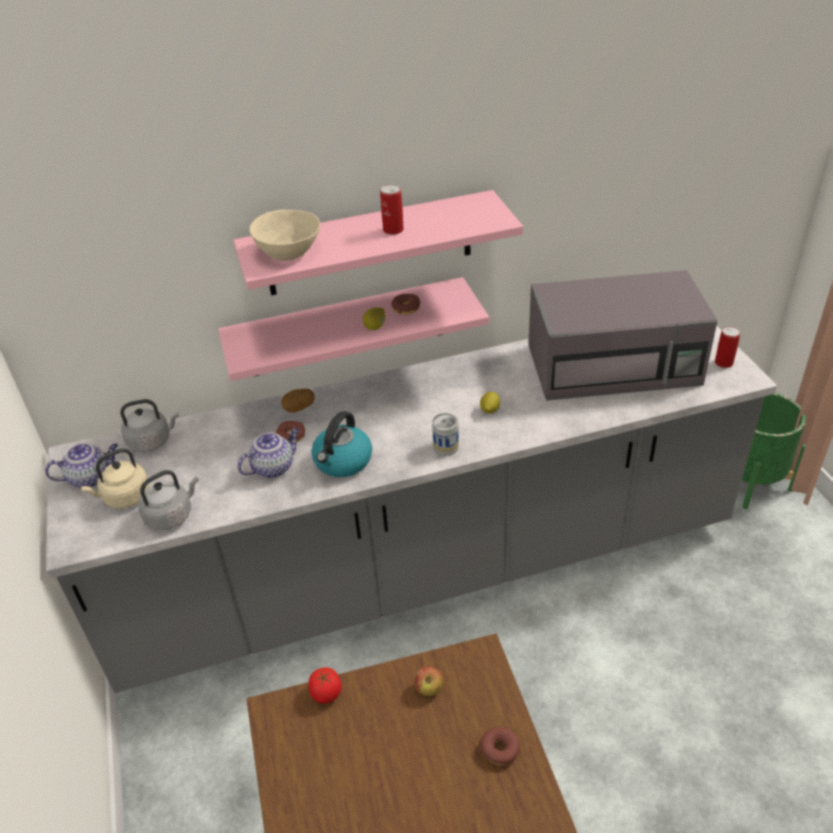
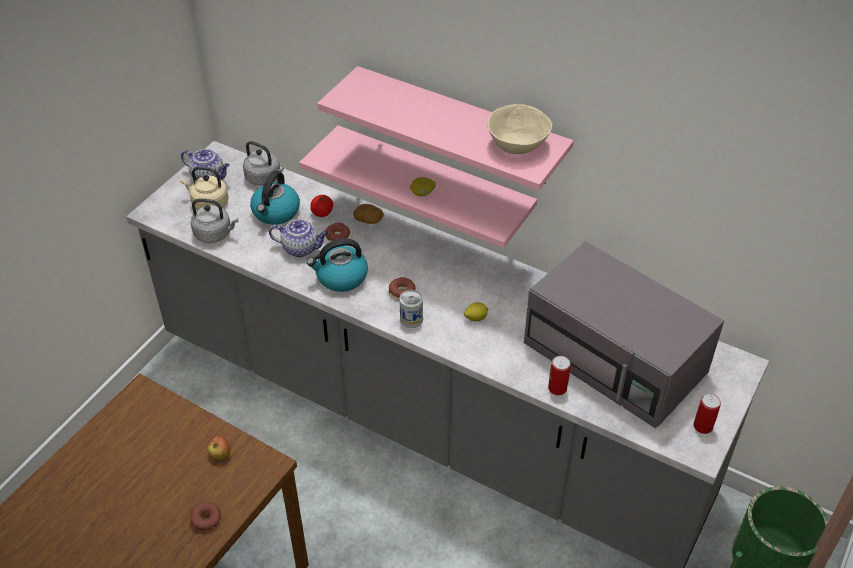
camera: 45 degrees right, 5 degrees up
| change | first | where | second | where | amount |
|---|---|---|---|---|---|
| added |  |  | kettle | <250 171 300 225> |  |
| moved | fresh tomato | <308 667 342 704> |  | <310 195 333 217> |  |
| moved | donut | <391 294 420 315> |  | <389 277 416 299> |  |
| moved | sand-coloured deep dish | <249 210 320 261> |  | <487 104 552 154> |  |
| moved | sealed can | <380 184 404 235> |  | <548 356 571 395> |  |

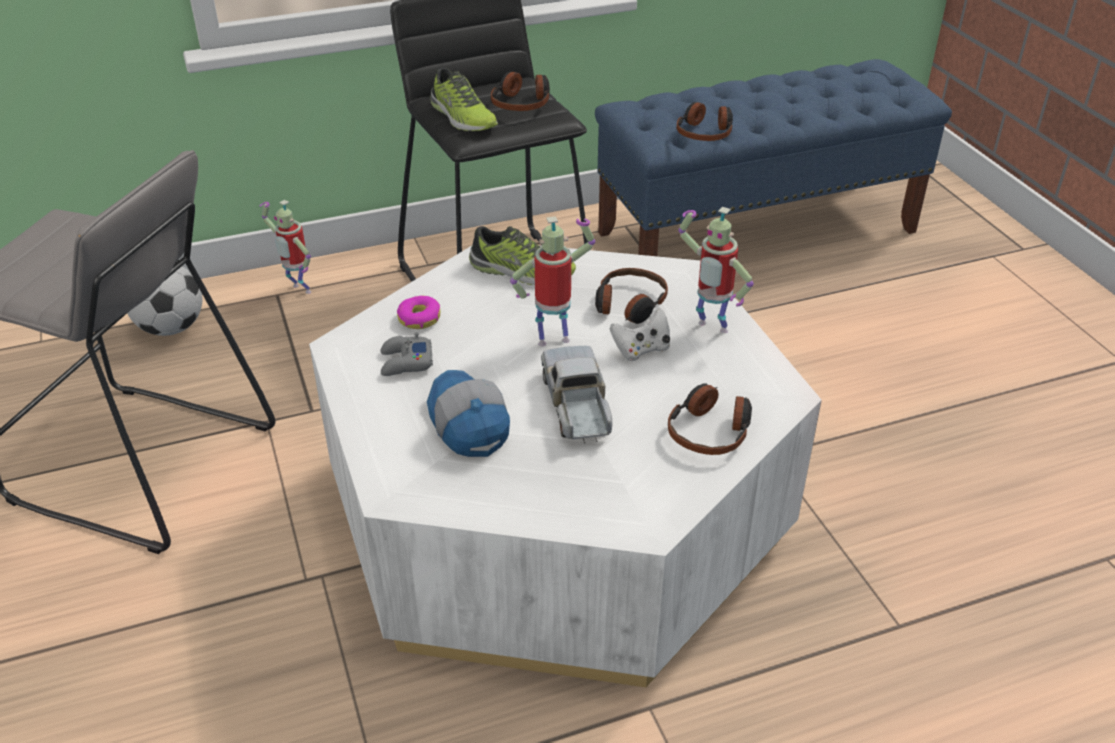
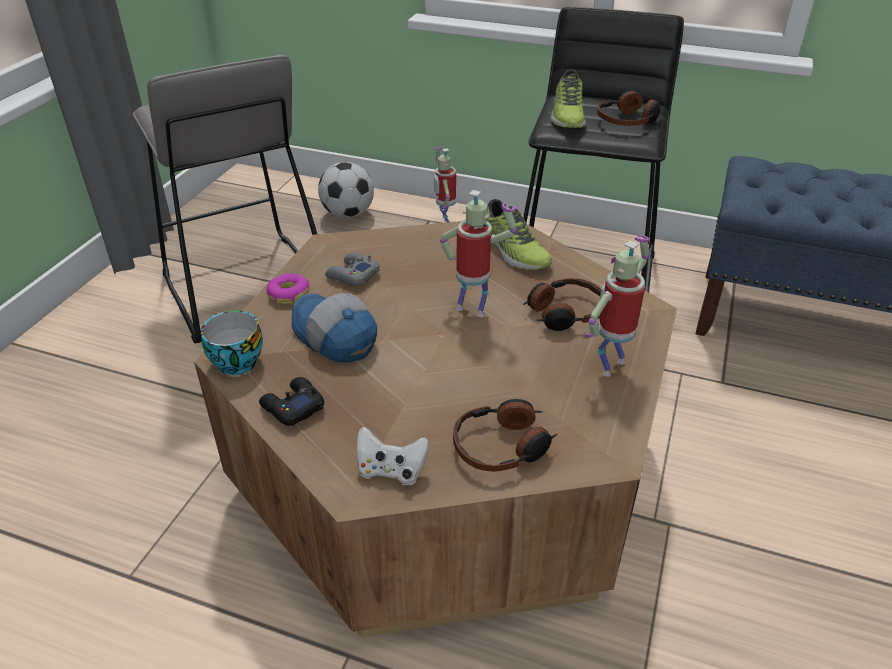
camera: 40 degrees right, 0 degrees up
| change | first | where | second | where | amount |
|---|---|---|---|---|---|
| recoloured | white-coloured low table | <309 245 822 687> | brownish low table | <194 221 677 638> |  |
| added |  |  | small cup | <201 311 263 375> |  |
| added |  |  | black joypad | <259 377 324 426> |  |
| moved | donut | <397 296 440 329> |  | <267 273 309 304> |  |
| turned | baseball cap | <427 370 510 457> |  | <292 293 377 362> | 60 degrees counterclockwise |
| moved | white-coloured joypad | <610 309 670 361> |  | <356 427 429 486> |  |
| turned | robot figure | <678 207 754 333> |  | <585 235 649 377> | 60 degrees clockwise |
| removed | model truck | <541 346 612 444> |  |  |  |
| removed | headphones | <676 102 733 141> |  |  |  |

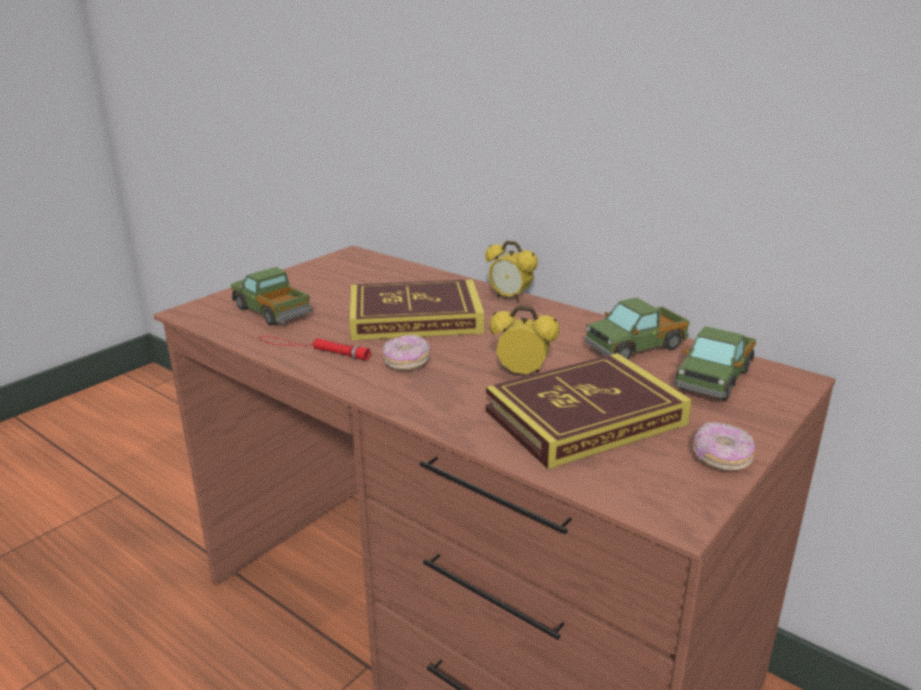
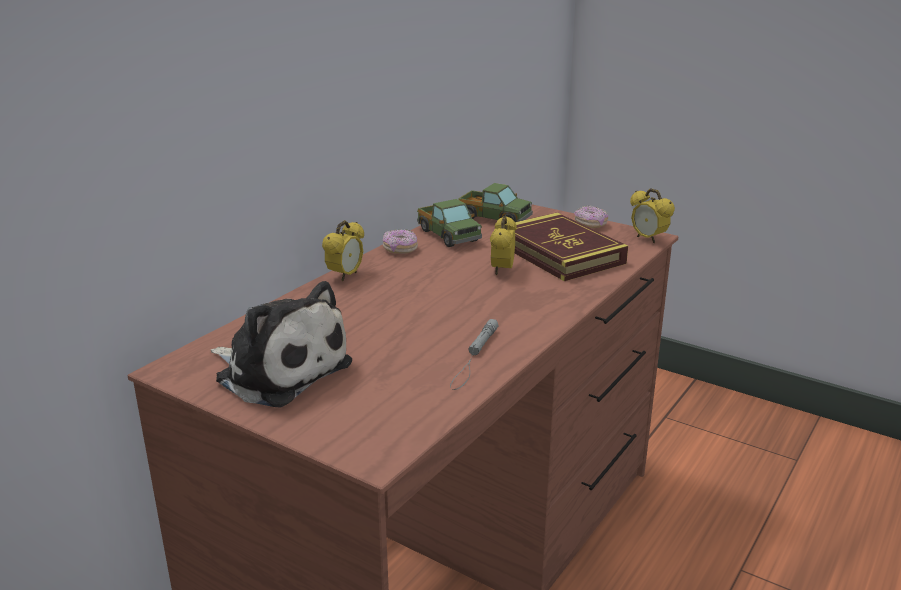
camera: 95 degrees left, 0 degrees up
| change | first | where | second | where | amount |
|---|---|---|---|---|---|
| added |  |  | plush toy | <211 281 352 408> |  |
| moved | donut | <382 335 430 371> |  | <383 229 418 254> |  |
| recoloured | red torch | <259 336 371 361> | greyish torch | <450 319 499 390> |  |
| added |  |  | table clock | <630 188 675 244> |  |
| removed | model truck | <230 267 311 326> |  |  |  |
| removed | book | <349 279 485 340> |  |  |  |

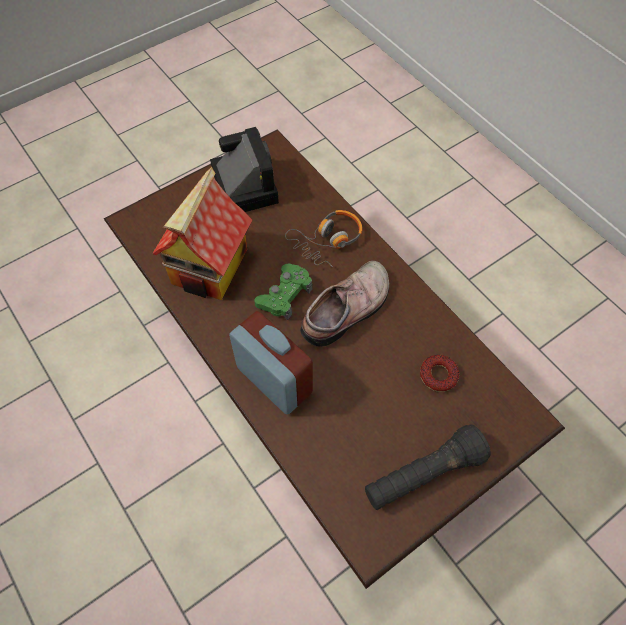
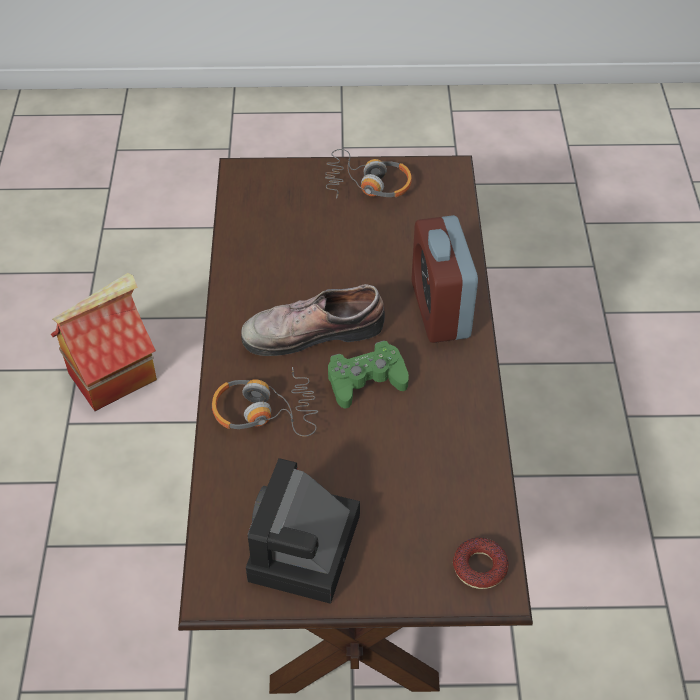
camera: 145 degrees left, 10 degrees down
| change | first | where | second | where | amount |
|---|---|---|---|---|---|
| moved | model house | <152 167 252 300> |  | <51 273 157 411> |  |
| replaced | black torch | <365 425 491 510> | headphones | <325 149 412 199> |  |
| moved | donut | <420 355 459 392> |  | <453 538 508 589> |  |

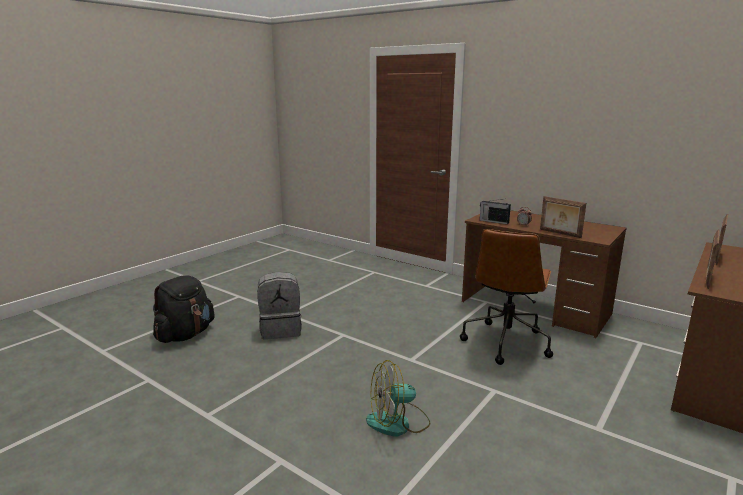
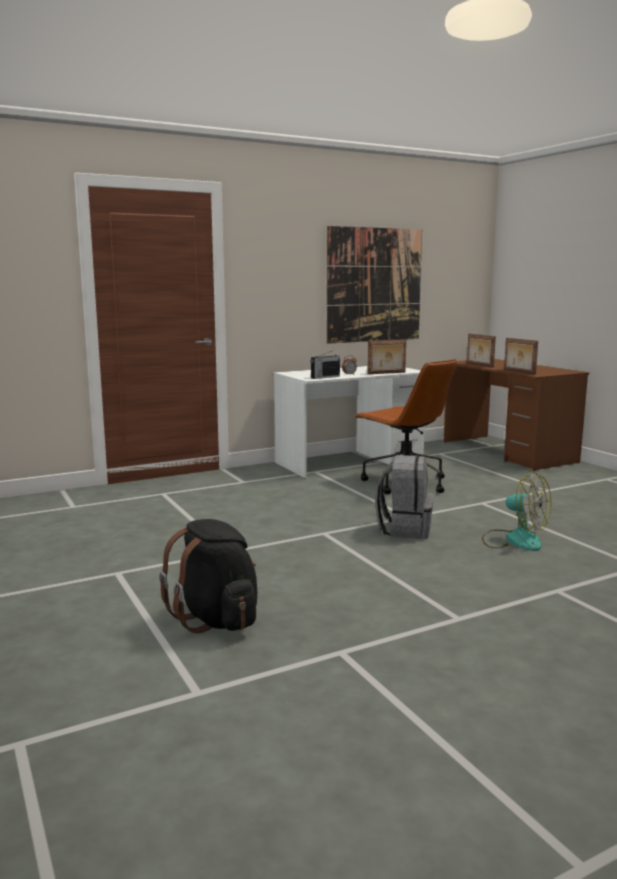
camera: 65 degrees left, 5 degrees down
| change | first | where | second | where | amount |
|---|---|---|---|---|---|
| recoloured | brownish desk unit | <462 210 627 338> | white-coloured desk unit | <273 366 425 478> |  |
| added |  |  | wall picture | <327 226 422 344> |  |
| moved | greyish backpack | <257 272 302 340> |  | <375 455 434 539> |  |
| turned | fan | <366 360 431 437> |  | <482 472 551 551> | 60 degrees counterclockwise |

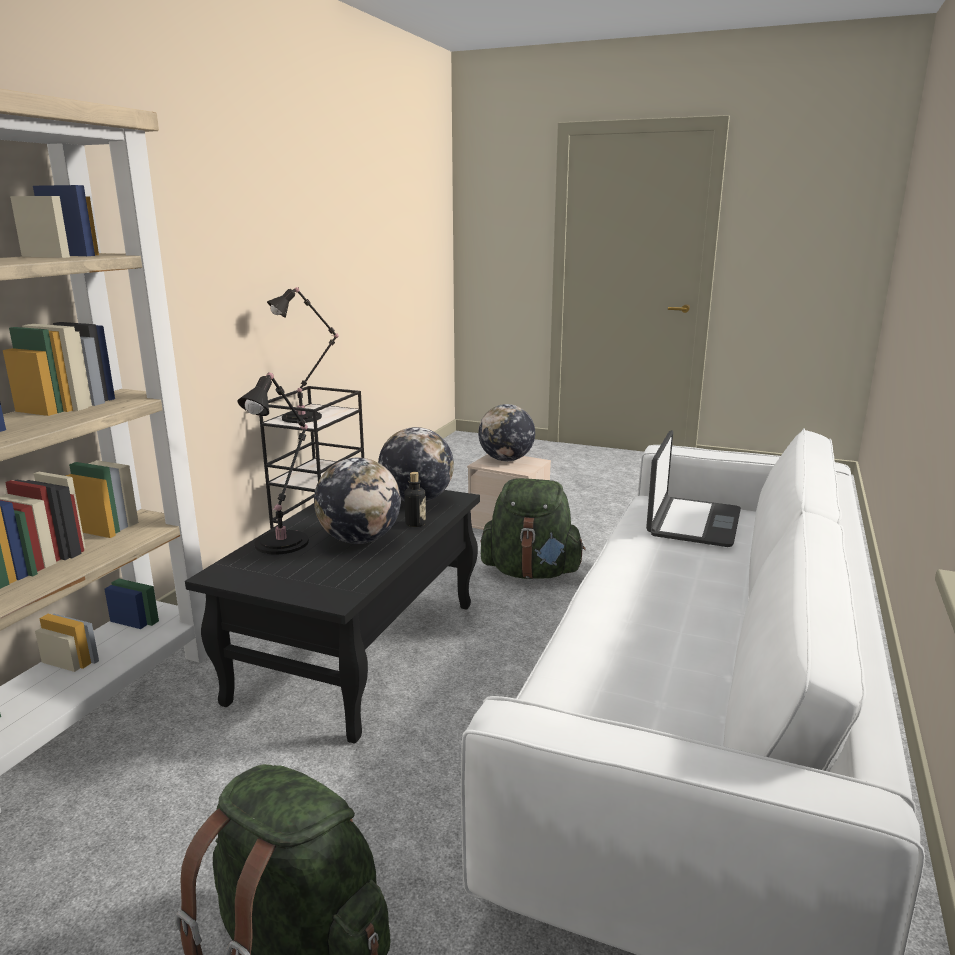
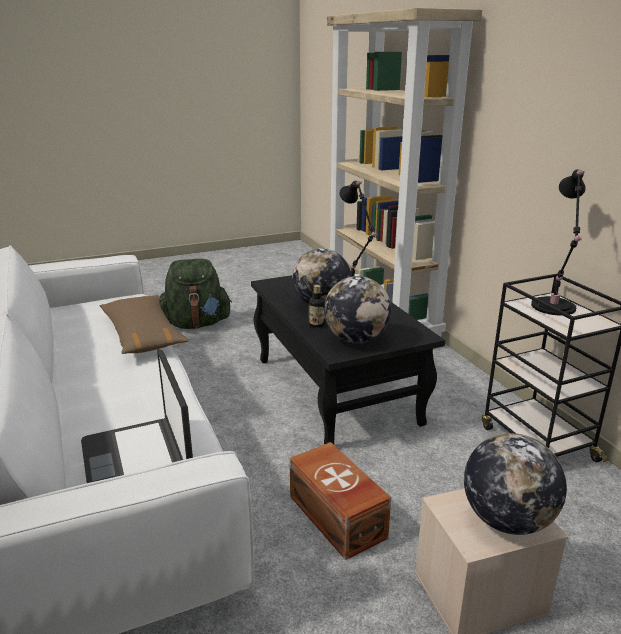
camera: 135 degrees right, 5 degrees up
| change | first | where | second | where | amount |
|---|---|---|---|---|---|
| added |  |  | brownish pillow | <100 295 189 354> |  |
| replaced | green backpack | <480 478 586 579> | brownish storage box | <290 442 391 560> |  |

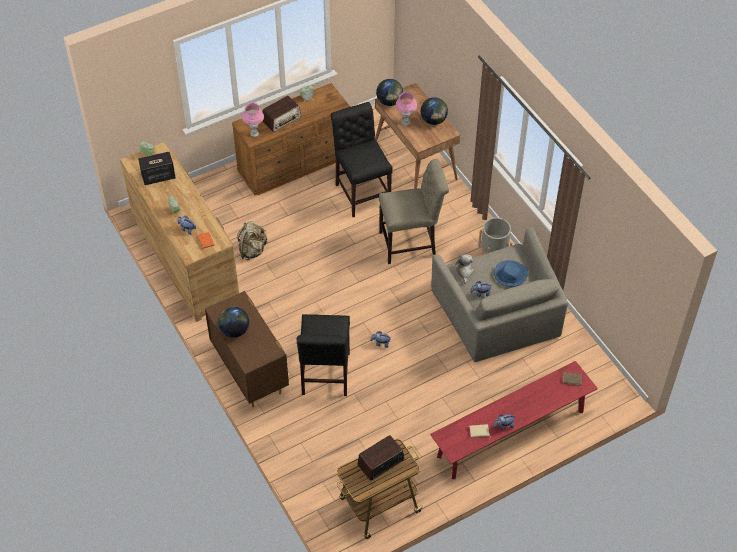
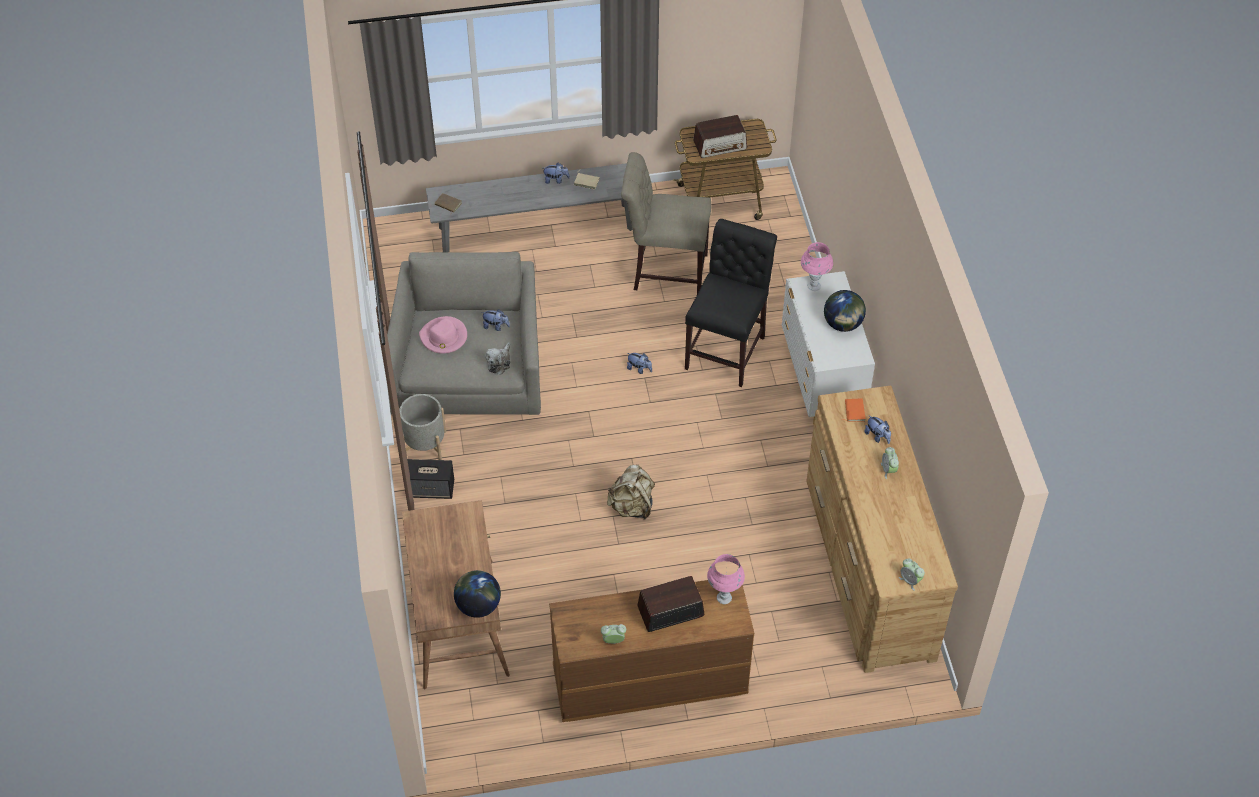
camera: 160 degrees left, 0 degrees up
| change | first | where | second | where | amount |
|---|---|---|---|---|---|
| moved | audio speaker | <138 152 176 185> |  | <407 459 454 499> |  |
| recoloured | blue-coloured wearable hat | <494 260 528 287> | pink-coloured wearable hat | <419 316 467 354> |  |
| recoloured | red long seat | <430 361 598 479> | greyish long seat | <426 163 632 252> |  |
| moved | sand-coloured backpack | <237 221 268 260> |  | <607 465 655 520> |  |
| moved | sand-coloured plain chair | <379 159 449 264> |  | <621 152 711 294> |  |
| recoloured | brownish chest of drawers | <205 291 289 407> | white-coloured chest of drawers | <782 271 875 424> |  |
| moved | pink-coloured table lamp | <396 92 417 126> |  | <801 242 833 291> |  |
| removed | black plain chair | <331 102 393 217> |  |  |  |
| removed | desk globe | <421 97 448 125> |  |  |  |

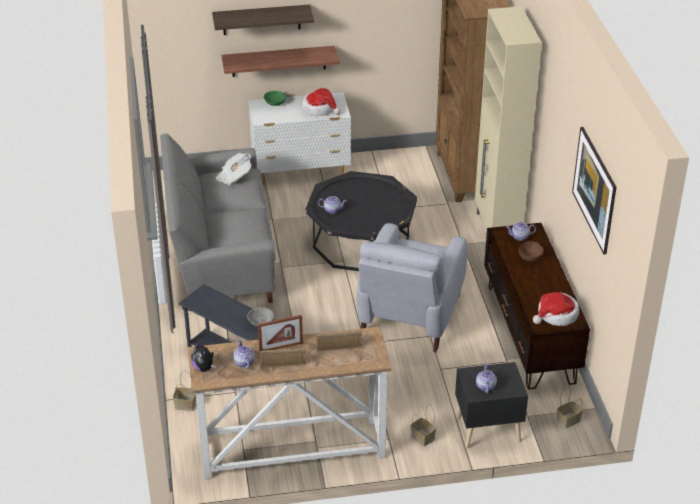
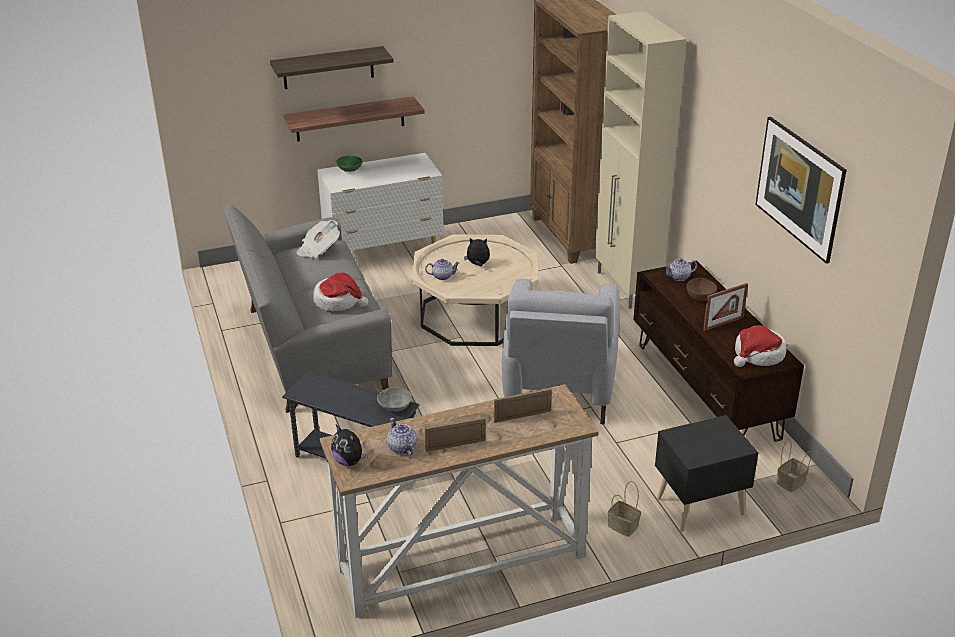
camera: 10 degrees left, 5 degrees down
| change | first | where | second | where | amount |
|---|---|---|---|---|---|
| moved | wearable hat | <302 88 341 116> |  | <313 272 368 311> |  |
| recoloured | black low table | <305 171 417 271> | sand-coloured low table | <411 235 539 346> |  |
| added |  |  | plush toy | <464 238 490 267> |  |
| moved | picture frame | <258 315 303 352> |  | <703 283 748 331> |  |
| removed | household basket | <173 370 196 411> |  |  |  |
| removed | pot for tea | <476 364 497 394> |  |  |  |

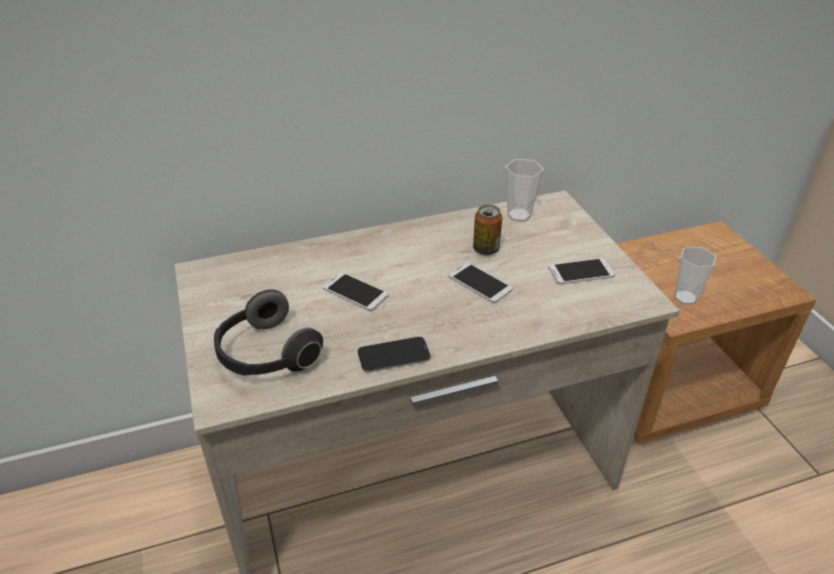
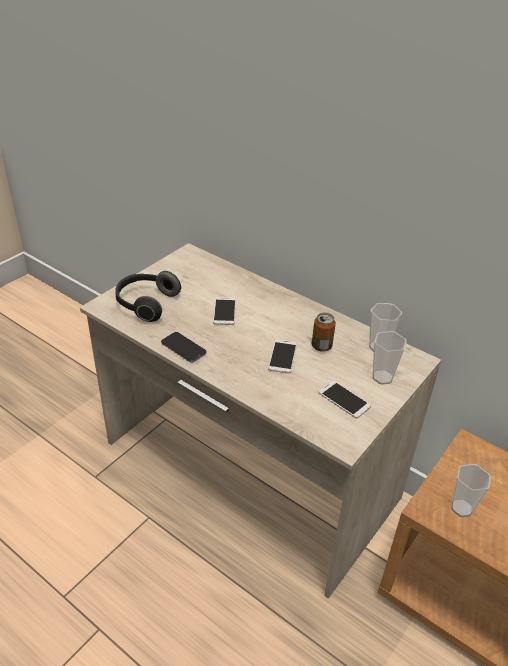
camera: 55 degrees right, 0 degrees up
| change | first | where | second | where | amount |
|---|---|---|---|---|---|
| added |  |  | small cup | <372 331 407 385> |  |

